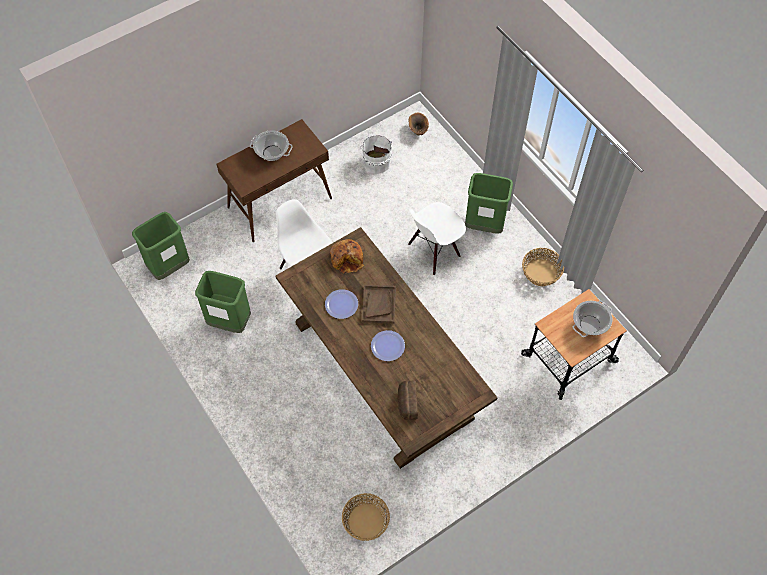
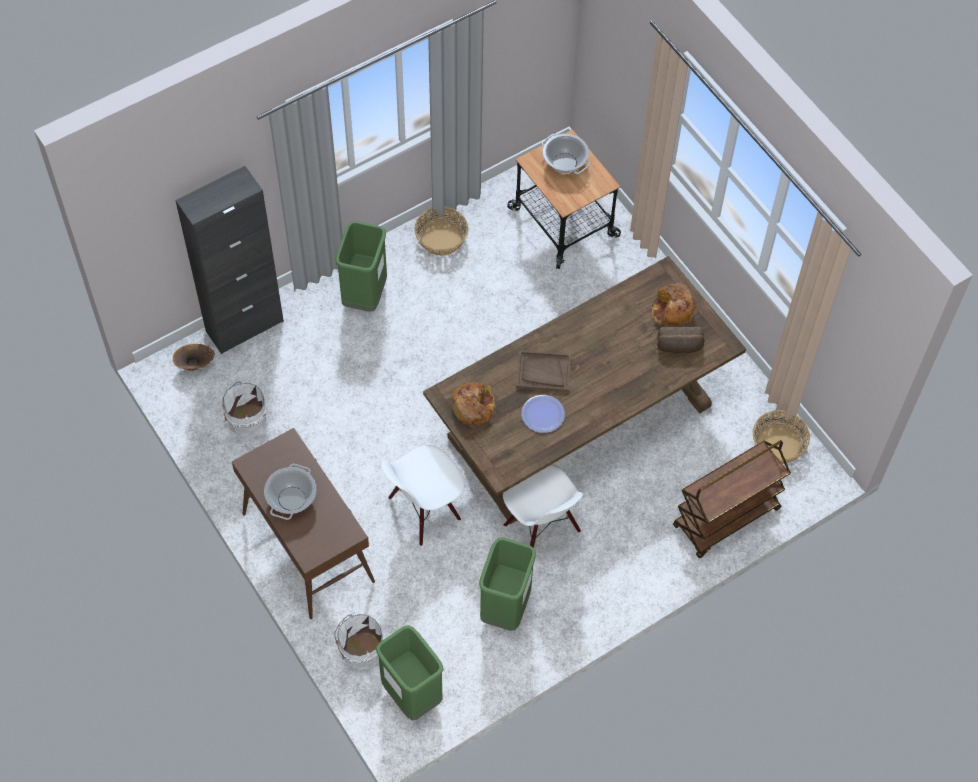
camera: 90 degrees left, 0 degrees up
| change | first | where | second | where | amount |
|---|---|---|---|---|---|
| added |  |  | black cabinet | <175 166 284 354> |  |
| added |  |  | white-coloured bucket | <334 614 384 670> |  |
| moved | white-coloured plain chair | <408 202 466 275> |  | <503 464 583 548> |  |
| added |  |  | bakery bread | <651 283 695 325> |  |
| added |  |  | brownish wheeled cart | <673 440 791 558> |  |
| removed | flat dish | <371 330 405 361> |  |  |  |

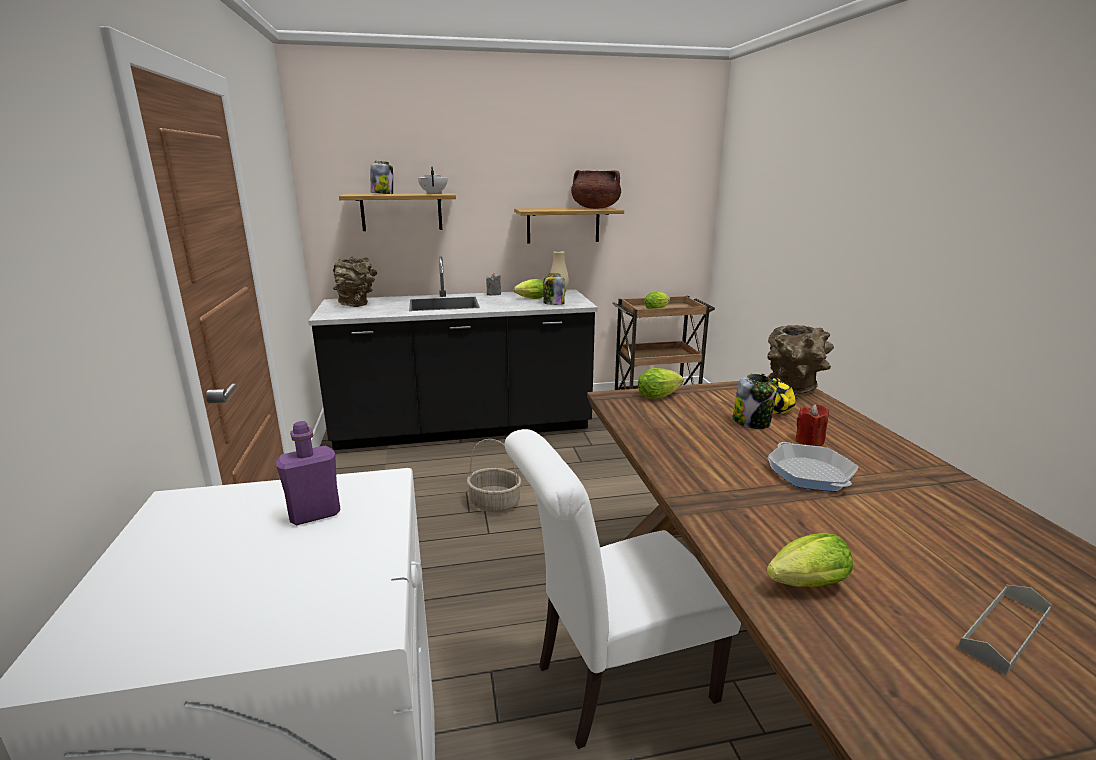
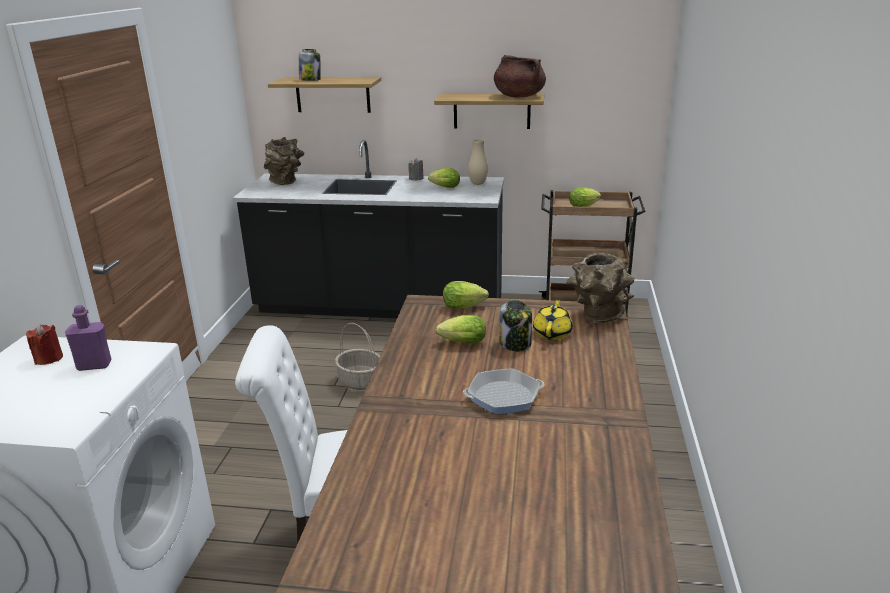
camera: 20 degrees right, 5 degrees up
| change | first | where | second | where | amount |
|---|---|---|---|---|---|
| moved | red wax candle | <796 404 829 446> |  | <26 324 63 365> |  |
| moved | head of lettuce | <767 533 853 587> |  | <436 315 486 344> |  |
| turned | pan | <767 442 859 491> |  | <463 368 545 414> | 105 degrees counterclockwise |
| removed | white-coloured pot for tea | <418 166 448 194> |  |  |  |
| removed | storage jar | <543 273 565 305> |  |  |  |
| removed | greyish serving tray | <958 585 1052 675> |  |  |  |

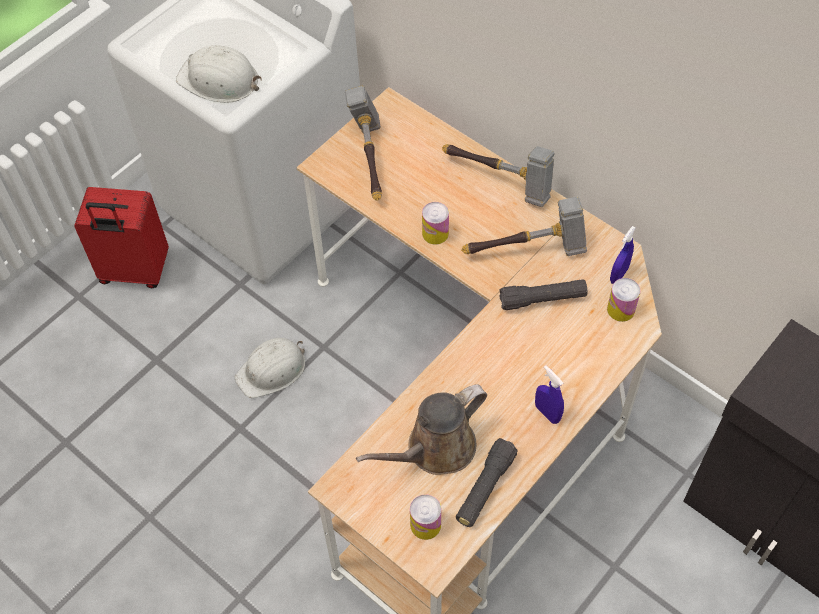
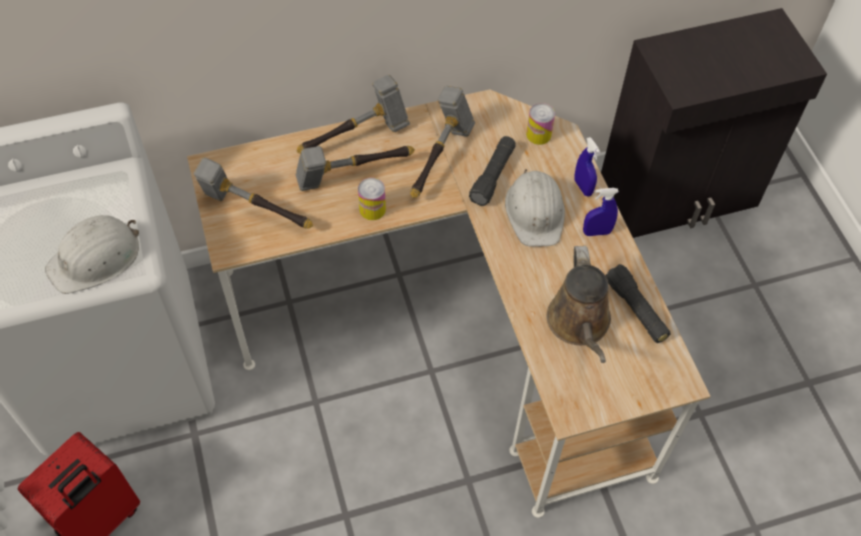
camera: 60 degrees left, 0 degrees up
| change | first | where | second | where | amount |
|---|---|---|---|---|---|
| added |  |  | hand hammer | <295 146 415 191> |  |
| moved | white-coloured safety helmet | <235 338 305 398> |  | <505 169 565 247> |  |
| moved | blue-coloured spray bottle | <610 226 636 284> |  | <574 137 601 197> |  |
| removed | sealed can | <410 494 441 540> |  |  |  |

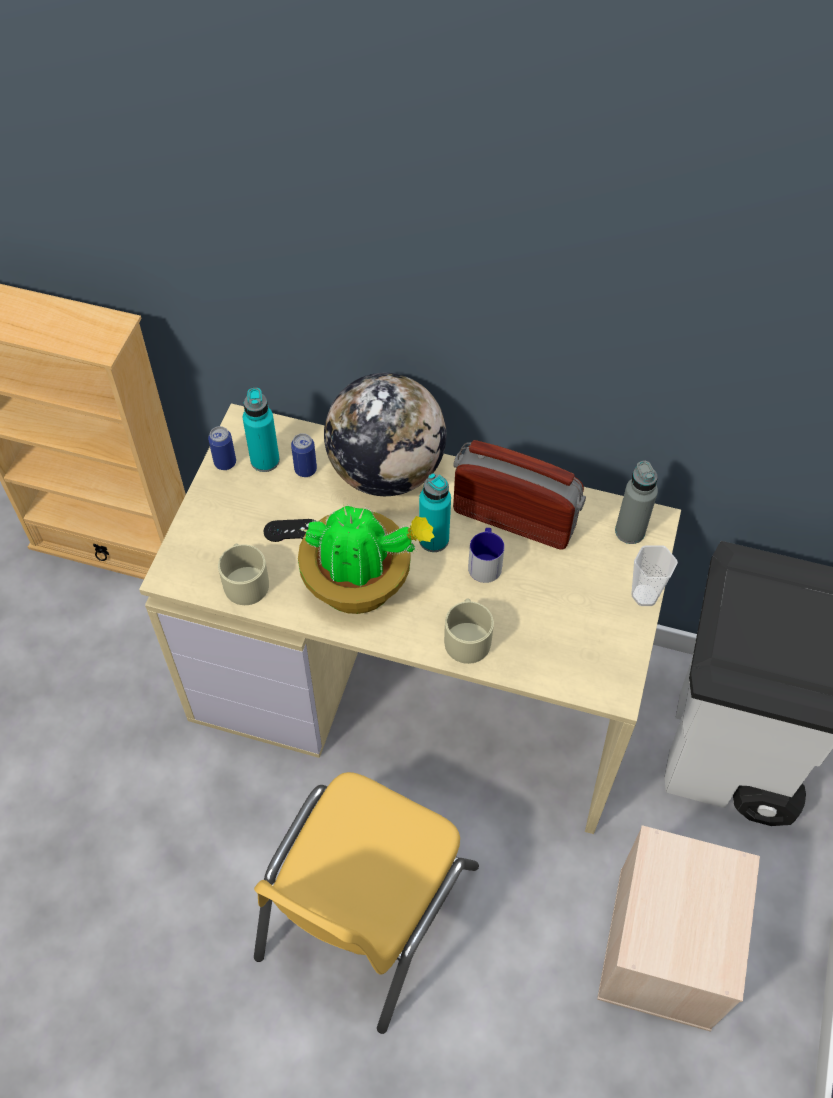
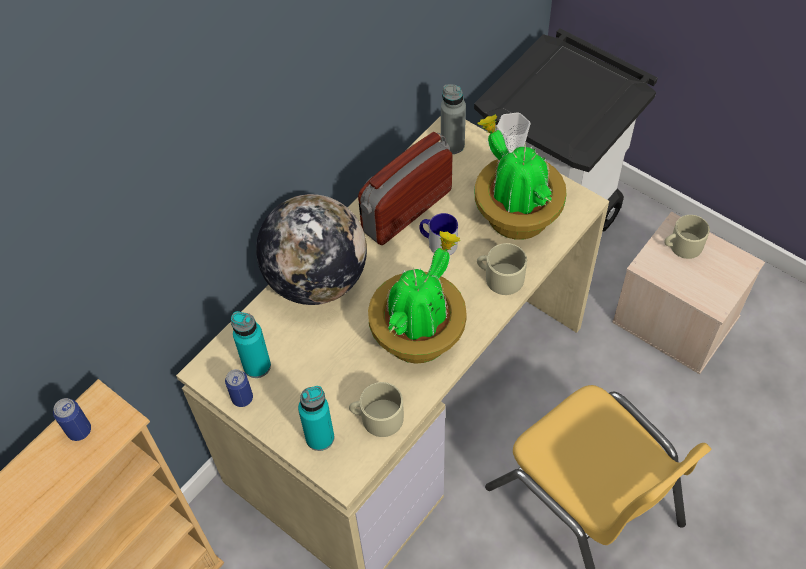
camera: 65 degrees left, 0 degrees up
| change | first | where | second | where | amount |
|---|---|---|---|---|---|
| moved | sealed can | <291 433 317 477> |  | <53 398 91 441> |  |
| moved | turquoise-coloured drink bottle | <419 473 451 552> |  | <298 386 334 451> |  |
| added |  |  | houseplant | <475 114 567 240> |  |
| added |  |  | sand-coloured mug | <664 215 710 259> |  |
| removed | black joypad | <264 519 313 542> |  |  |  |

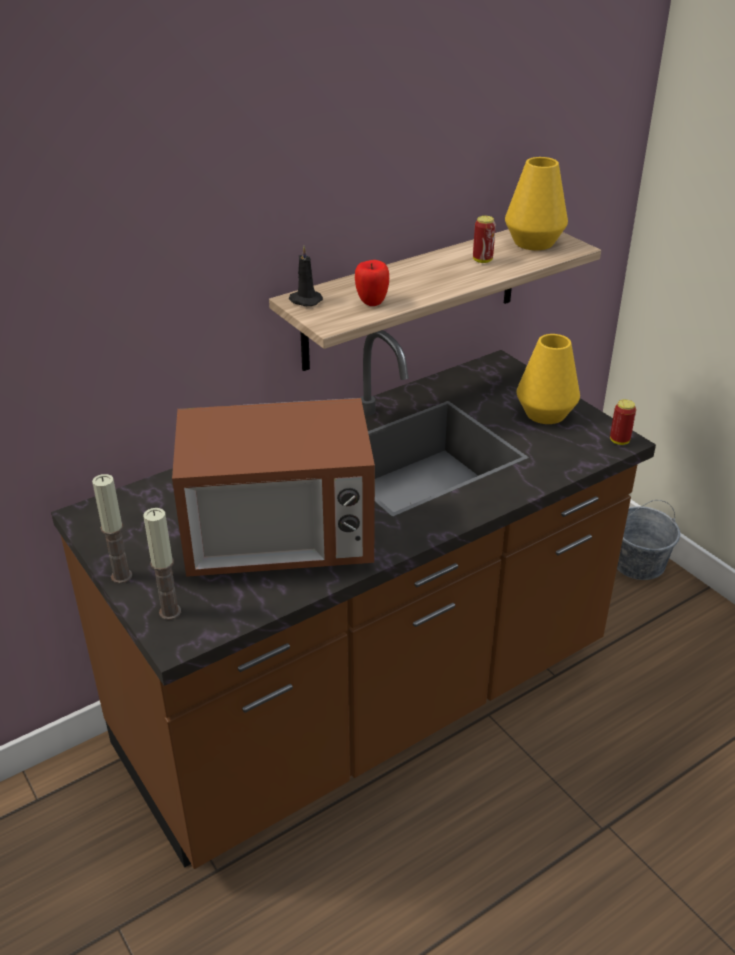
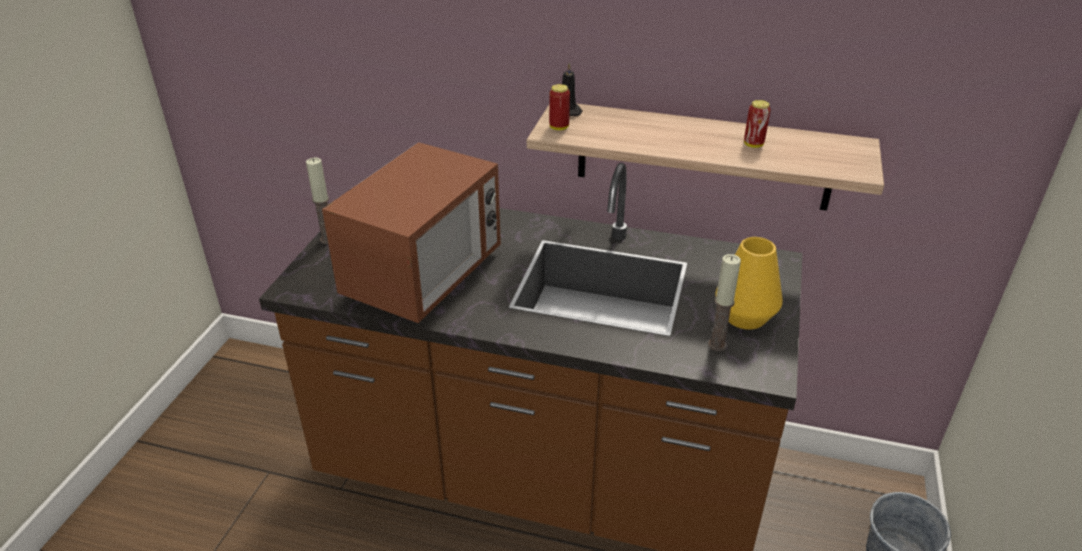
camera: 50 degrees right, 0 degrees up
| change | first | where | second | where | amount |
|---|---|---|---|---|---|
| turned | microwave oven | <172 398 375 577> |  | <322 142 501 323> | 105 degrees counterclockwise |
| moved | sealed can | <610 399 636 445> |  | <549 84 570 130> |  |
| moved | wax candle | <143 508 181 620> |  | <708 254 741 351> |  |
| removed | apple fruit | <355 260 389 306> |  |  |  |
| removed | yellow-coloured decorative vase | <505 157 568 250> |  |  |  |

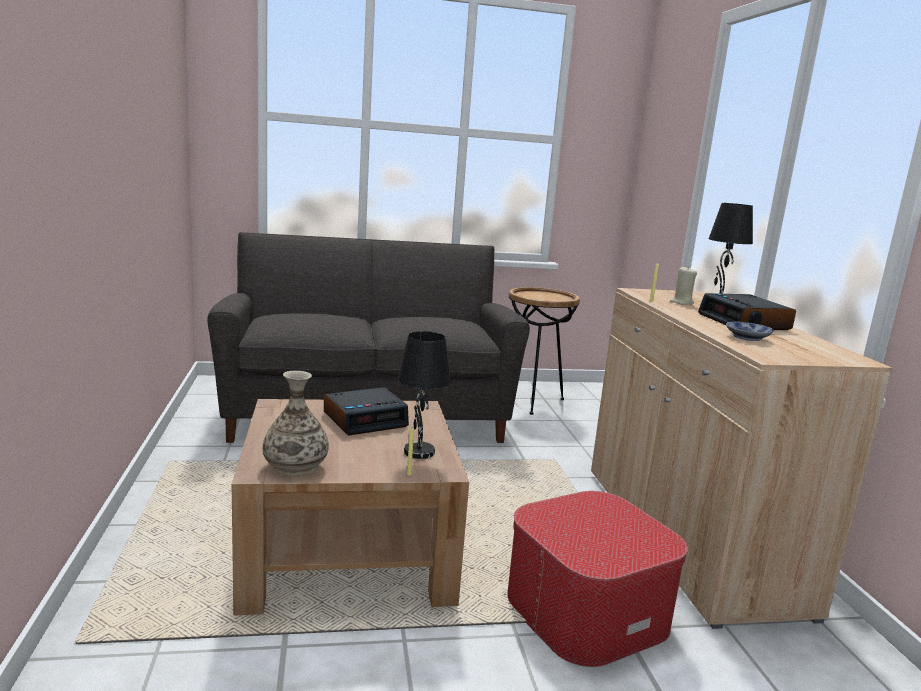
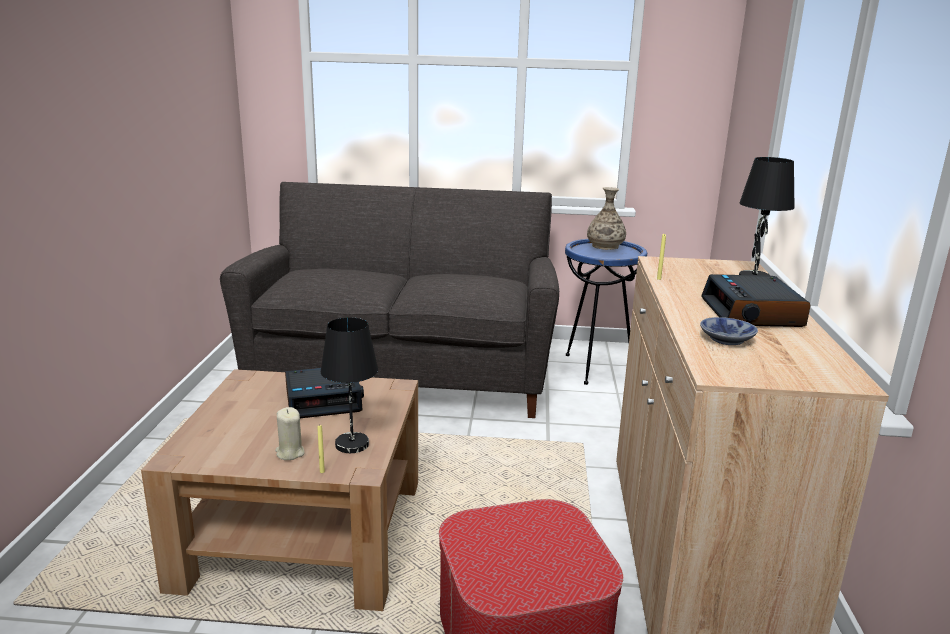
camera: 15 degrees right, 5 degrees up
| change | first | where | second | where | amount |
|---|---|---|---|---|---|
| moved | sand-coloured wax candle | <670 266 697 305> |  | <275 407 305 460> |  |
| recoloured | brownish accent table | <509 287 580 415> | blue-coloured accent table | <565 239 647 385> |  |
| moved | decorative vase | <263 371 329 476> |  | <587 187 626 250> |  |

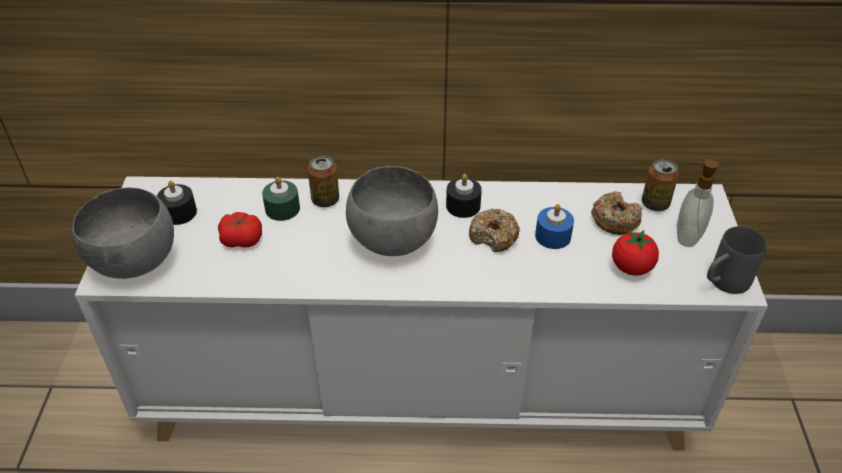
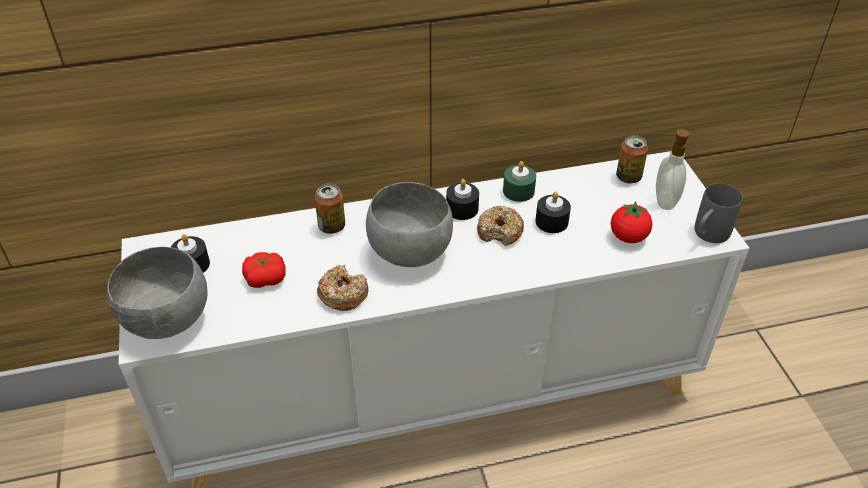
camera: 15 degrees left, 0 degrees up
| change | first | where | second | where | amount |
|---|---|---|---|---|---|
| moved | donut | <591 191 642 235> |  | <317 265 368 311> |  |
| moved | green wax candle | <262 177 300 221> |  | <503 161 536 202> |  |
| recoloured | blue-coloured wax candle | <535 204 574 249> | black wax candle | <535 191 571 233> |  |

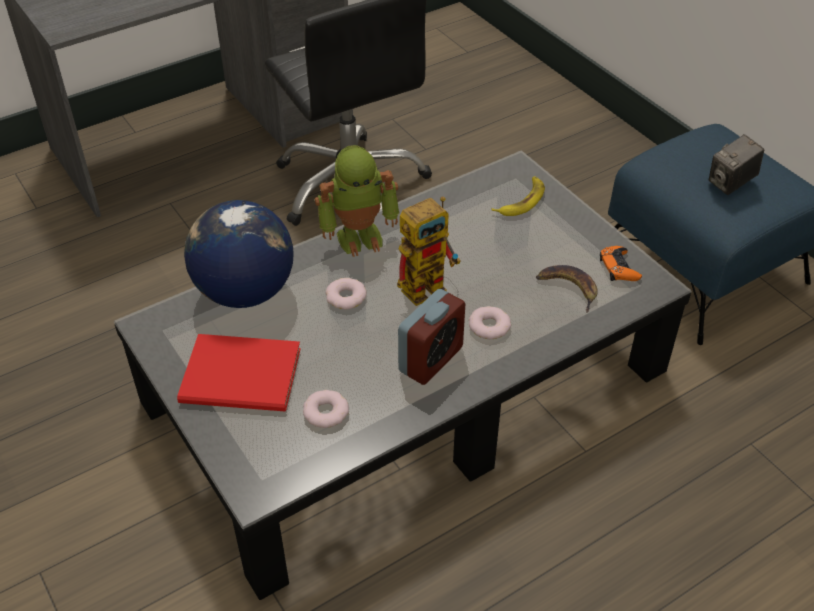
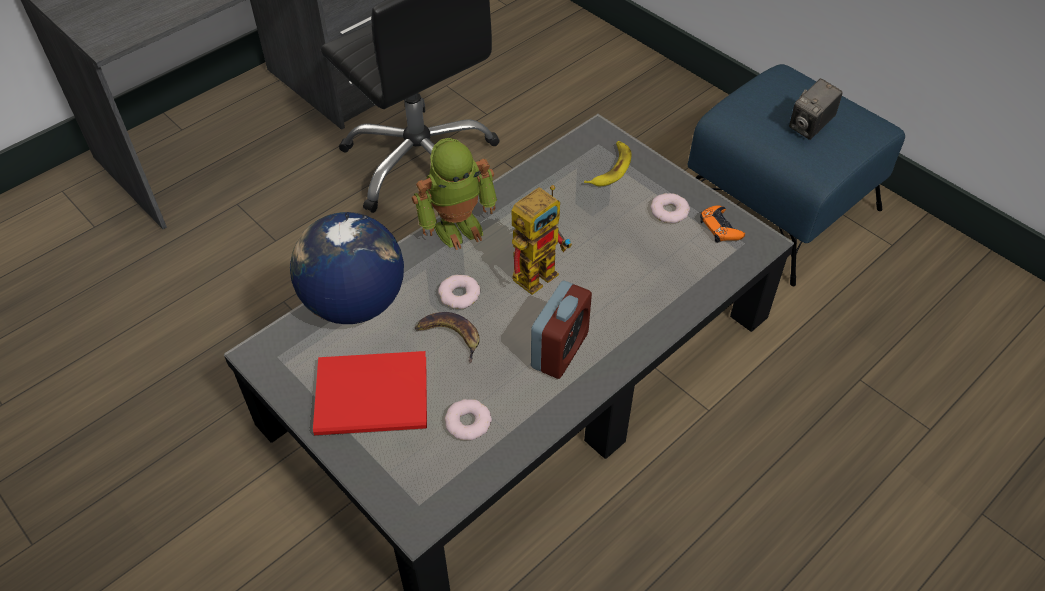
camera: 10 degrees left, 5 degrees up
| change | first | where | second | where | amount |
|---|---|---|---|---|---|
| moved | banana | <536 265 598 313> |  | <415 312 480 364> |  |
| moved | donut | <469 306 511 339> |  | <650 193 690 223> |  |

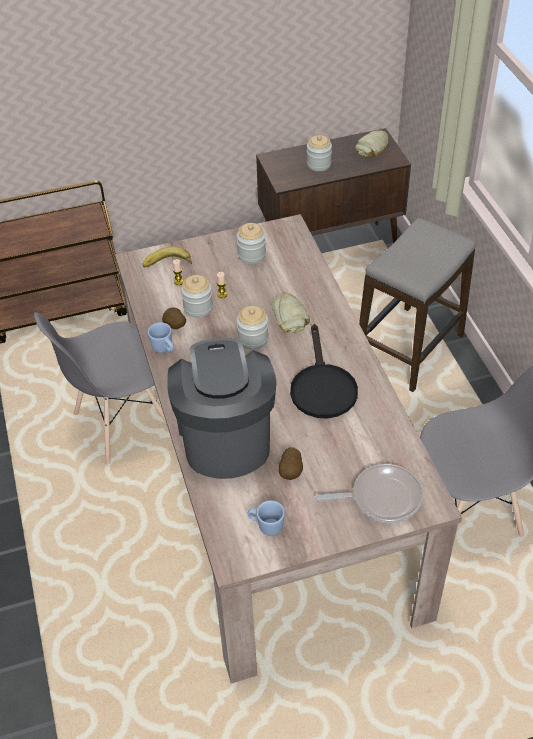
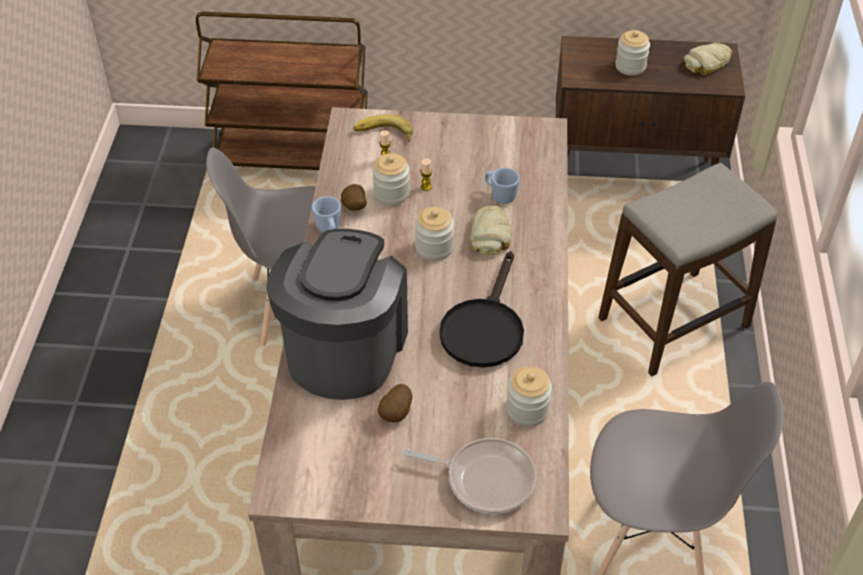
camera: 20 degrees right, 0 degrees up
| change | first | where | second | where | amount |
|---|---|---|---|---|---|
| moved | blue-coloured mug | <248 500 285 536> |  | <485 168 520 204> |  |
| moved | storage jar | <237 223 266 264> |  | <506 366 552 427> |  |

